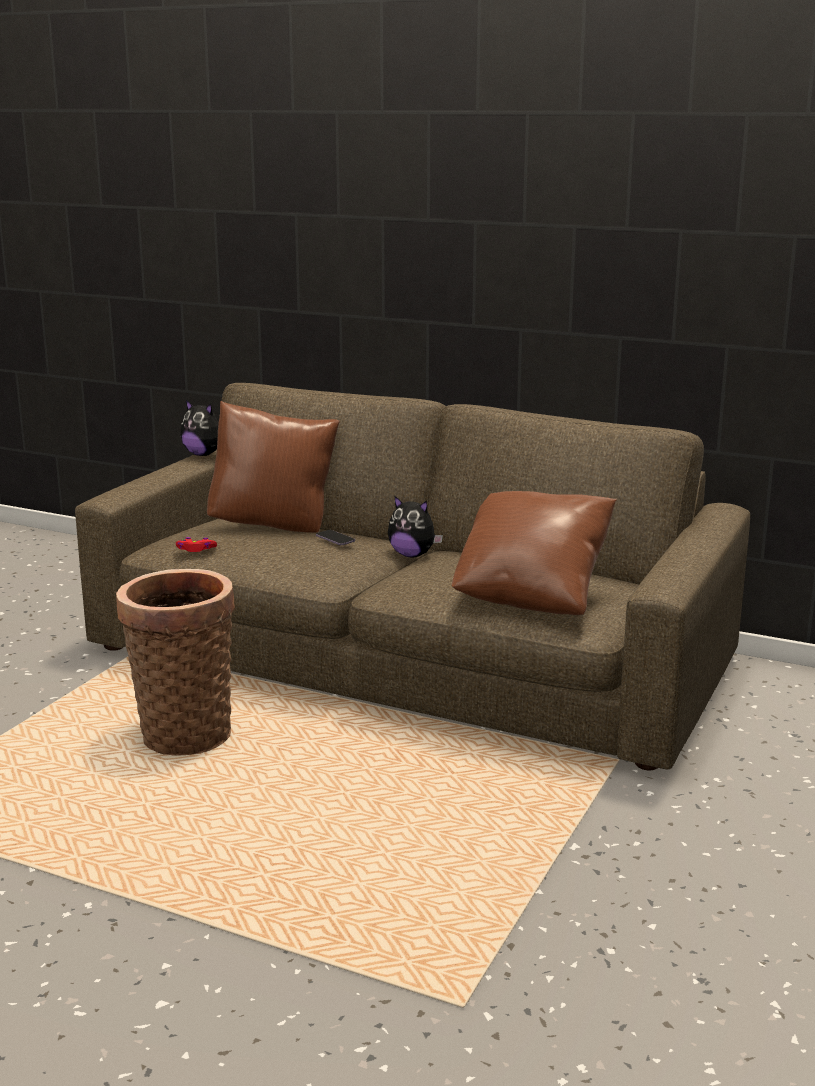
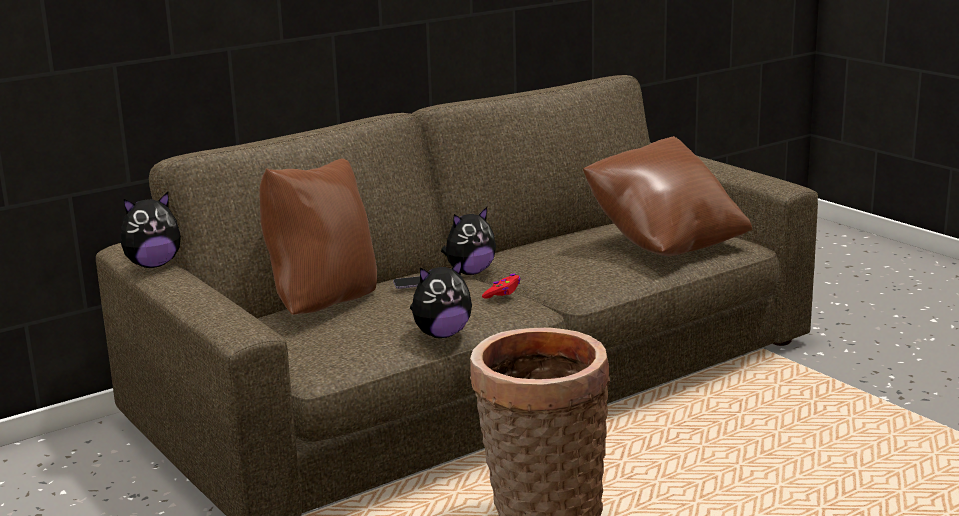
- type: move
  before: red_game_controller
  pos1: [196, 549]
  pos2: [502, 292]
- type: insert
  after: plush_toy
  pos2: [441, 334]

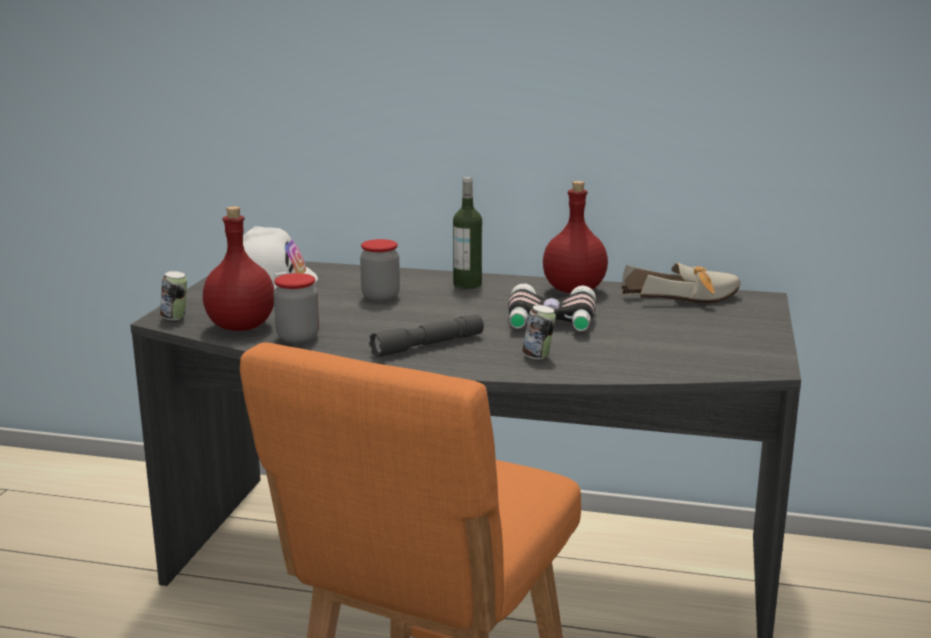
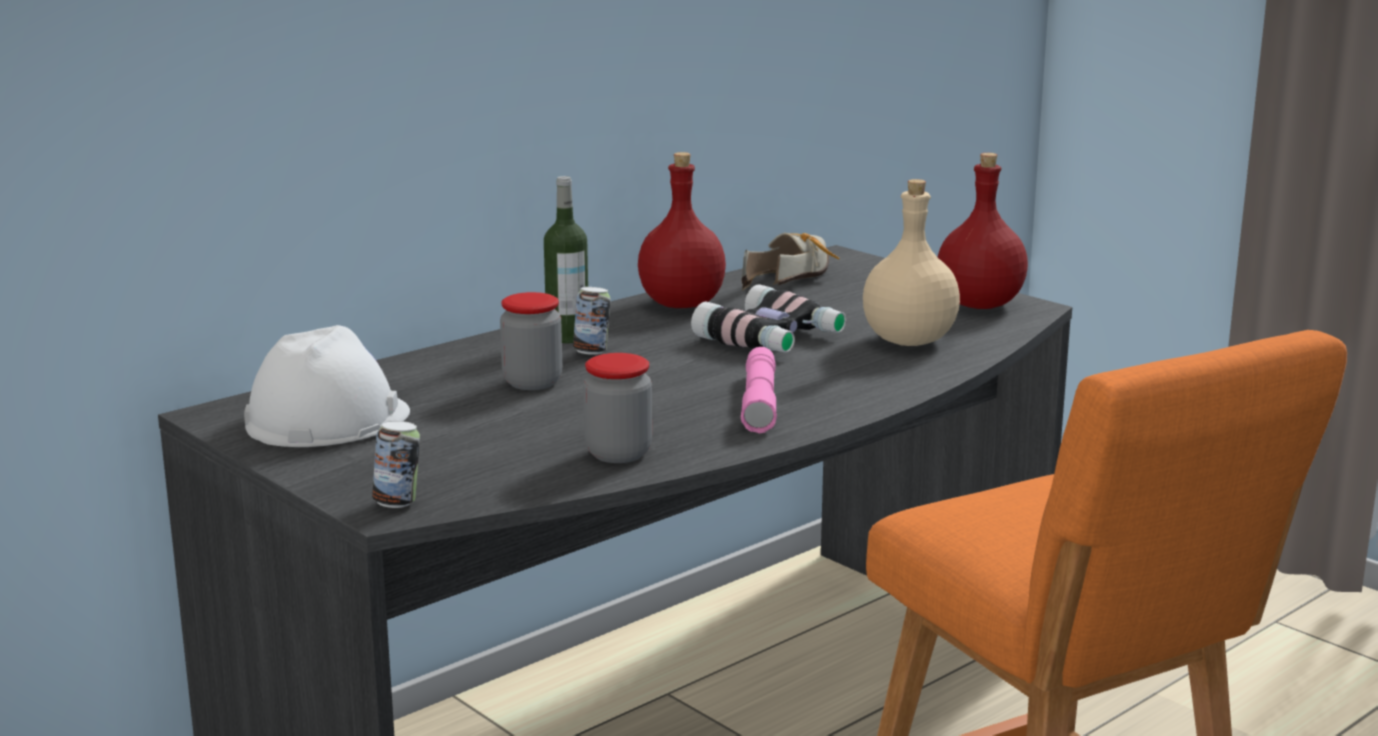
- type: move
  before: red_bottle
  pos1: [242, 327]
  pos2: [981, 304]
- type: move
  before: can
  pos1: [538, 357]
  pos2: [592, 352]
- type: recolor
  before: grey_flashlight
  after: pink_flashlight
  pos1: [428, 345]
  pos2: [759, 402]
- type: insert
  after: beige_bottle
  pos2: [909, 341]

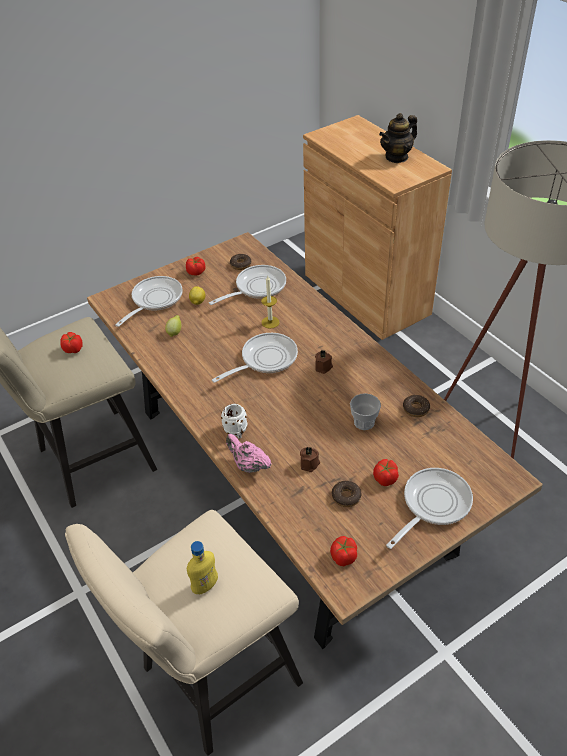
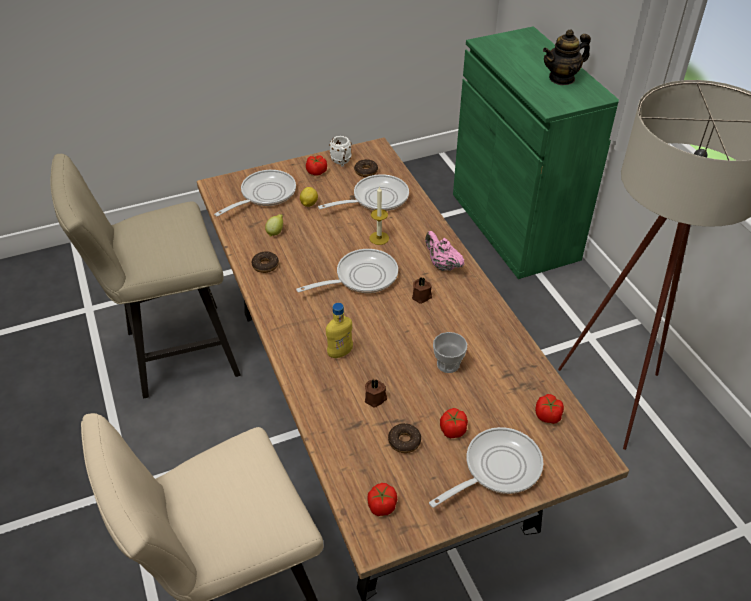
- type: recolor
  before: brown_cabinet
  after: green_cabinet
  pos1: [366, 294]
  pos2: [514, 226]
- type: move
  before: tomato
  pos1: [73, 349]
  pos2: [548, 416]
- type: move
  before: donut
  pos1: [416, 409]
  pos2: [265, 265]
- type: move
  before: white_mug
  pos1: [237, 432]
  pos2: [341, 162]
- type: move
  before: pink_teapot
  pos1: [249, 465]
  pos2: [442, 265]
- type: move
  before: yellow_bottle
  pos1: [205, 586]
  pos2: [340, 353]

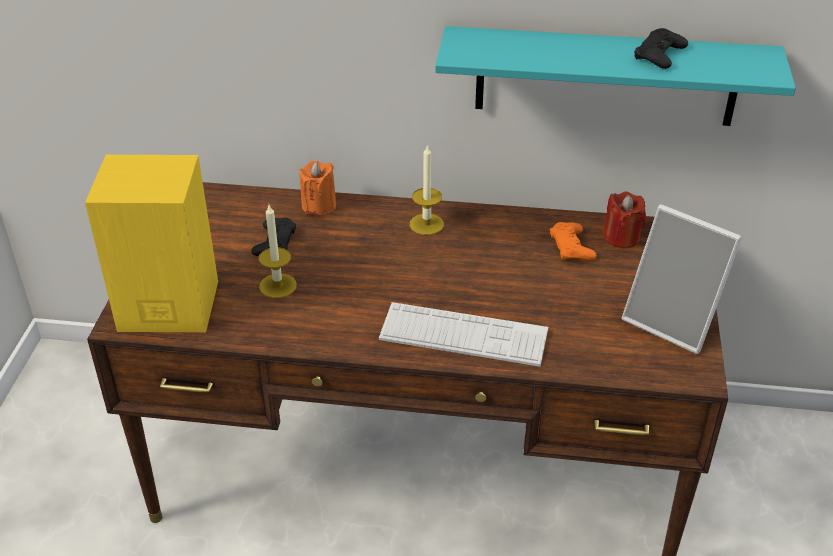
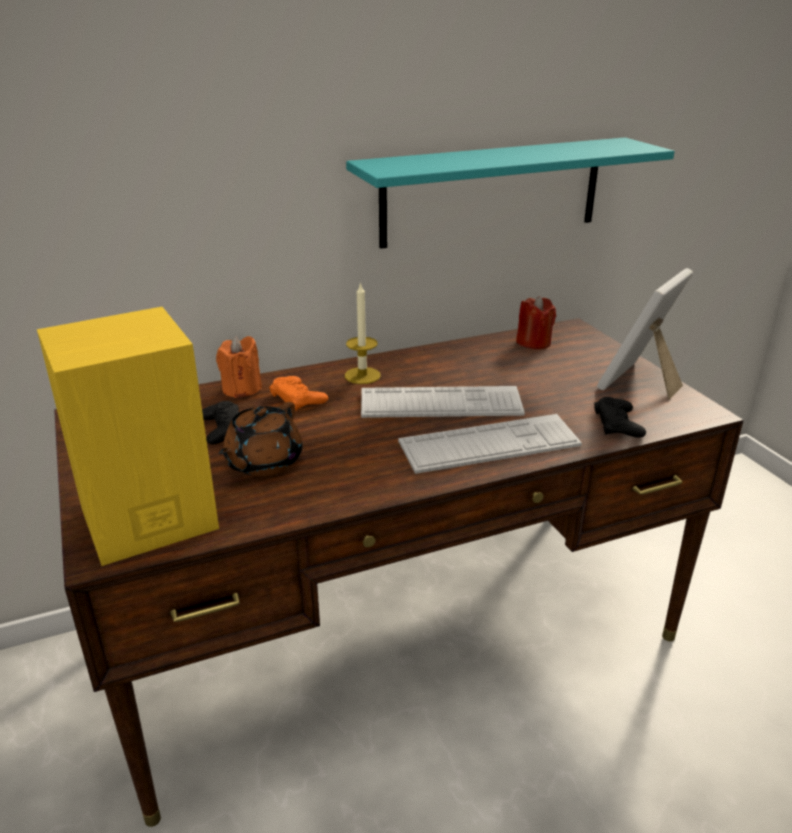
- type: move
  before: black_game_controller
  pos1: [660, 55]
  pos2: [618, 423]
- type: rotate
  before: picture_frame
  pos1: [673, 321]
  pos2: [640, 383]
  turn: 120
- type: replace
  before: candle
  after: brown_teapot
  pos1: [278, 286]
  pos2: [262, 462]
- type: move
  before: orange_game_controller
  pos1: [571, 247]
  pos2: [298, 398]
- type: insert
  after: keyboard
  pos2: [441, 404]

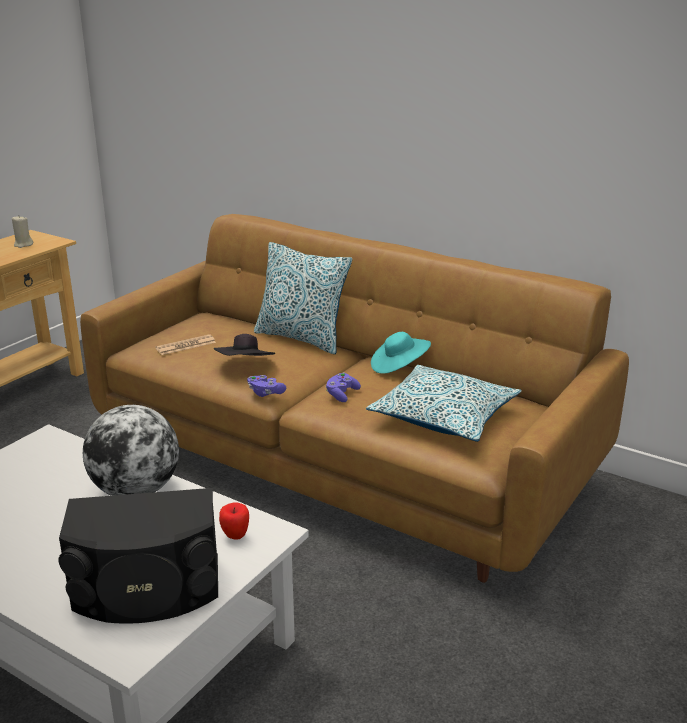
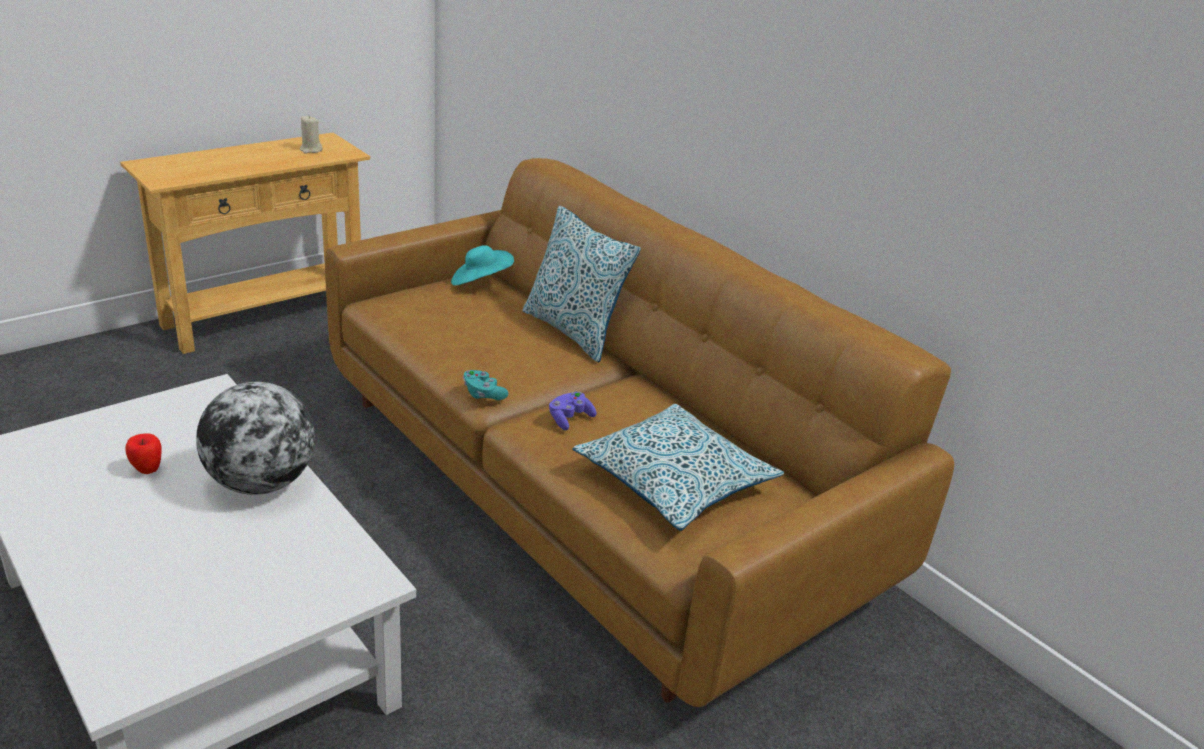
- type: move
  before: turquoise_hat
  pos1: [399, 366]
  pos2: [480, 283]
- type: delete
  before: newspaper
  pos1: [186, 345]
- type: delete
  before: black_hat
  pos1: [245, 367]
- type: recolor
  before: purple_game_controller
  after: turquoise_game_controller
  pos1: [265, 393]
  pos2: [483, 394]
- type: delete
  before: black_speaker
  pos1: [147, 590]
- type: move
  before: apple
  pos1: [235, 536]
  pos2: [147, 470]

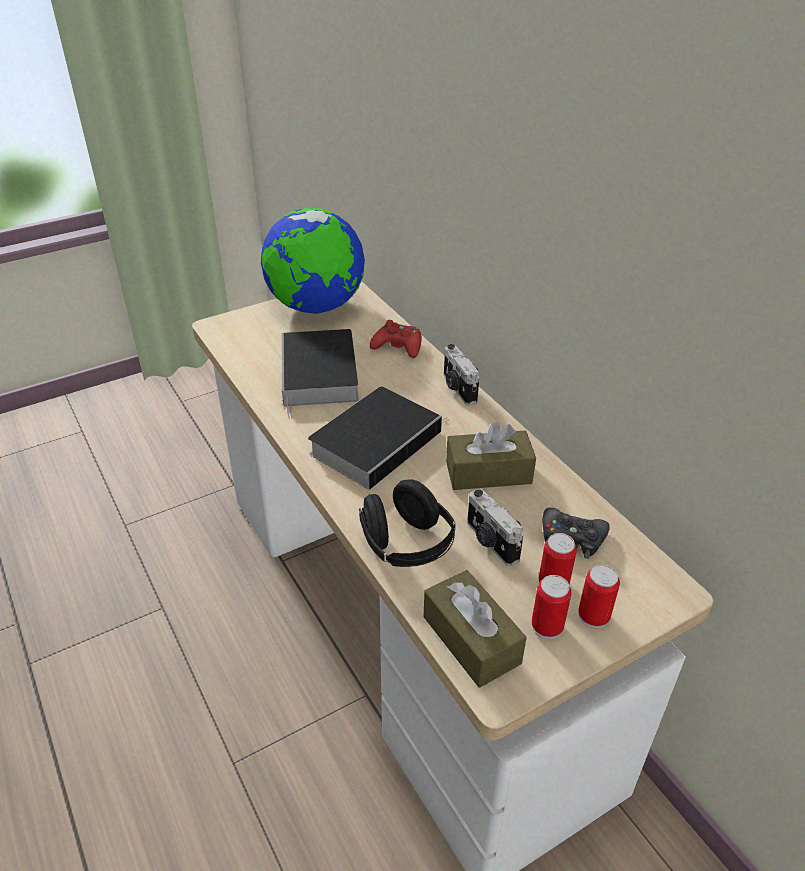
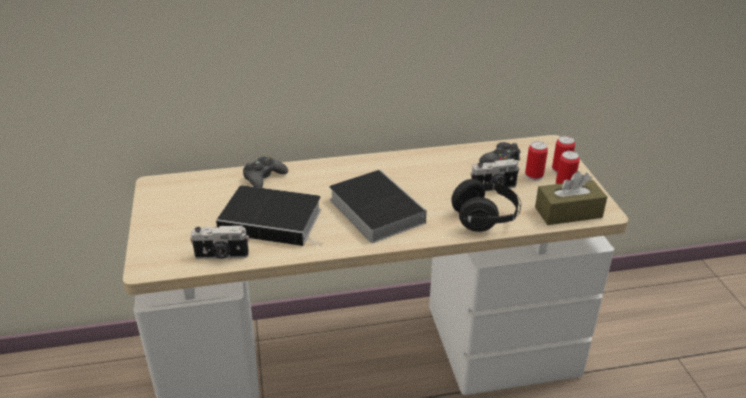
- type: delete
  before: globe
  pos1: [315, 307]
- type: recolor
  before: red_game_controller
  after: black_game_controller
  pos1: [398, 346]
  pos2: [264, 177]
- type: move
  before: photo_camera
  pos1: [458, 388]
  pos2: [222, 256]
- type: delete
  before: brown_tissue_box
  pos1: [488, 473]

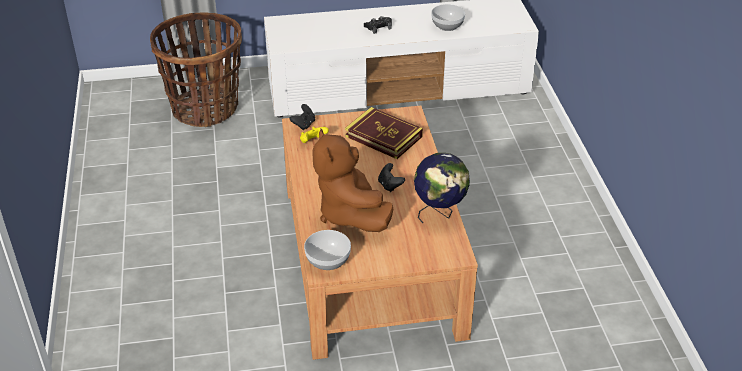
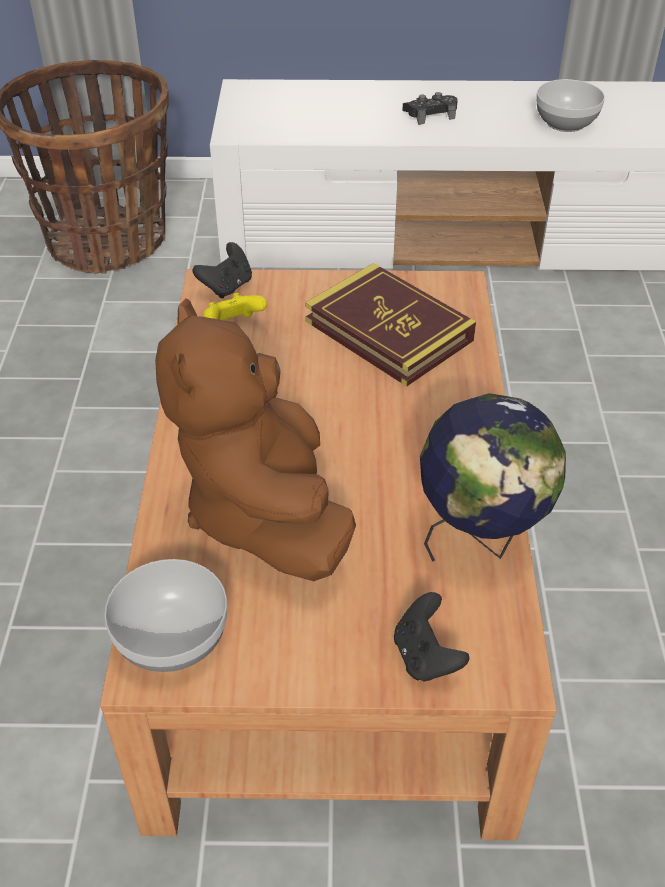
- type: move
  before: black_game_controller
  pos1: [390, 185]
  pos2: [425, 656]

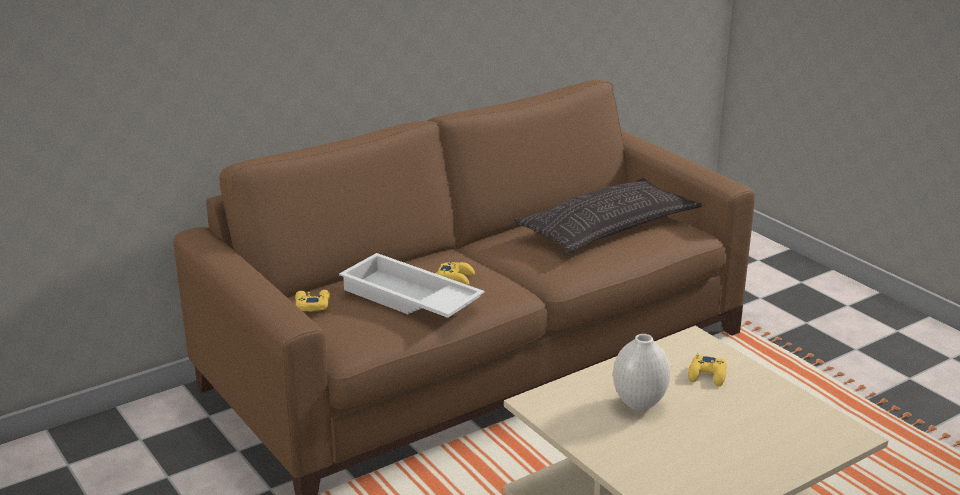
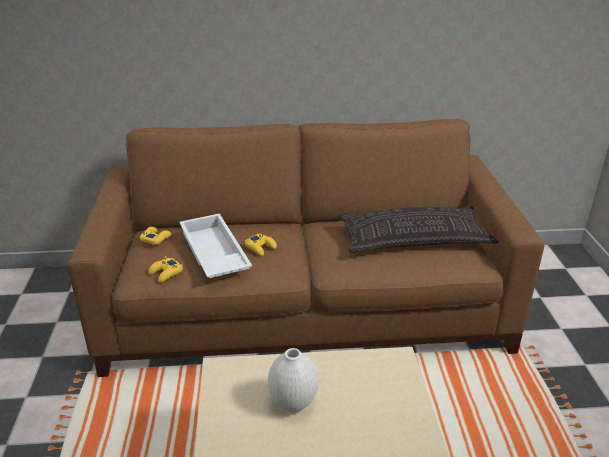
- type: move
  before: yellow_game_controller
  pos1: [707, 375]
  pos2: [166, 273]

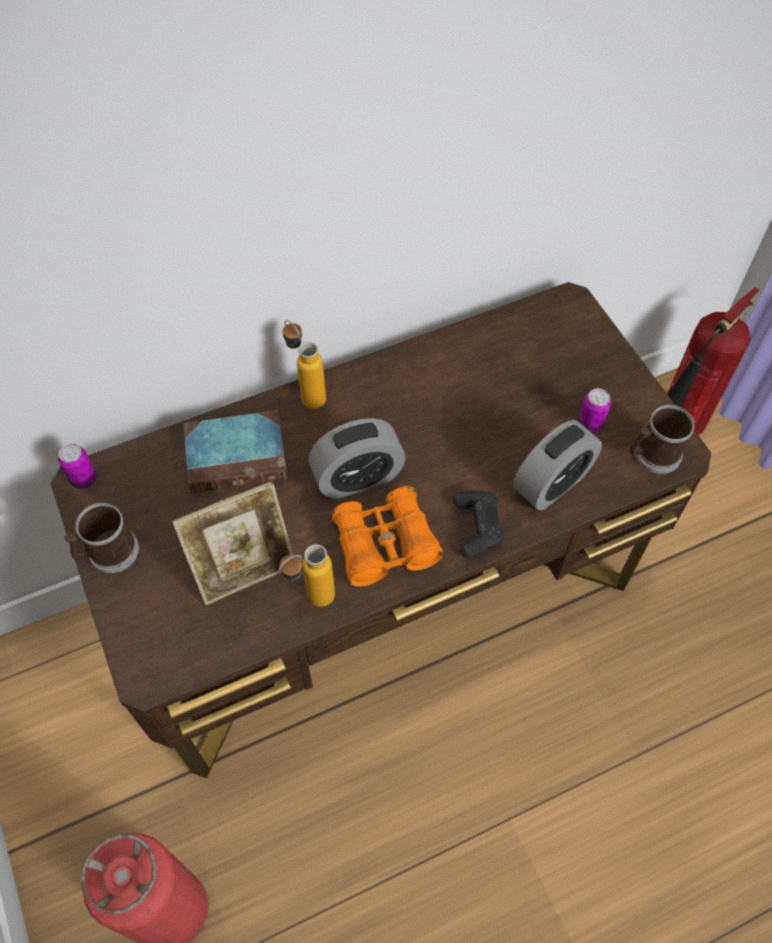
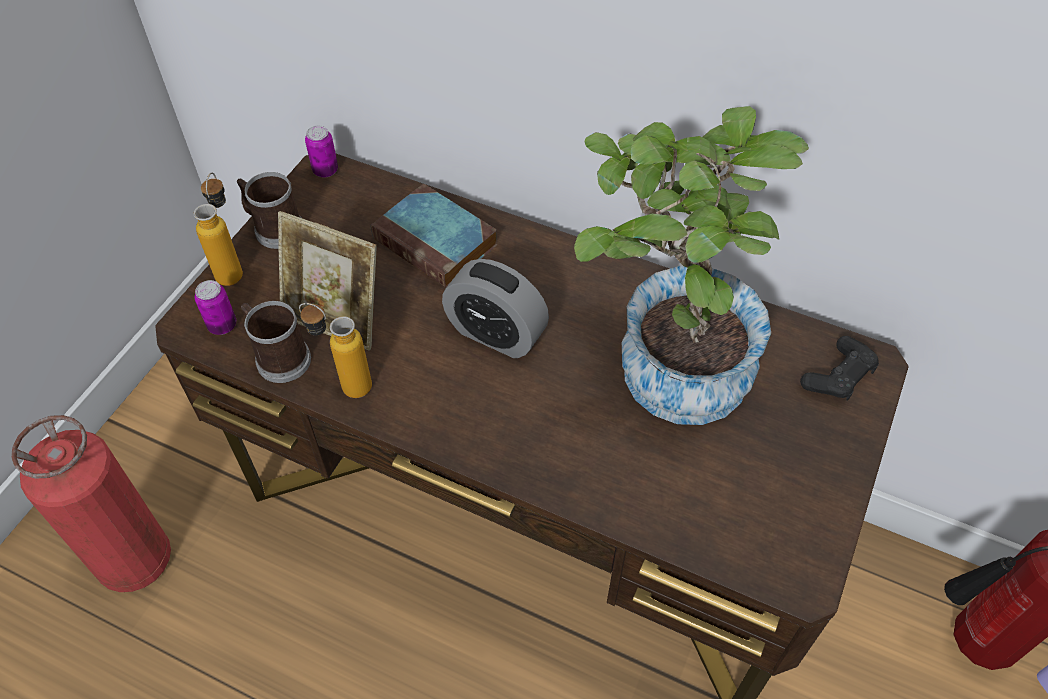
- type: move
  before: bottle
  pos1: [307, 394]
  pos2: [233, 267]
- type: move
  before: can
  pos1: [589, 425]
  pos2: [222, 325]
- type: move
  before: mug
  pos1: [652, 455]
  pos2: [279, 357]
- type: delete
  before: alarm_clock
  pos1: [552, 483]
- type: delete
  before: orange_binoculars
  pos1: [385, 545]
- type: move
  before: black_game_controller
  pos1: [477, 527]
  pos2: [838, 376]
- type: insert
  after: potted_plant
  pos2: [665, 364]

